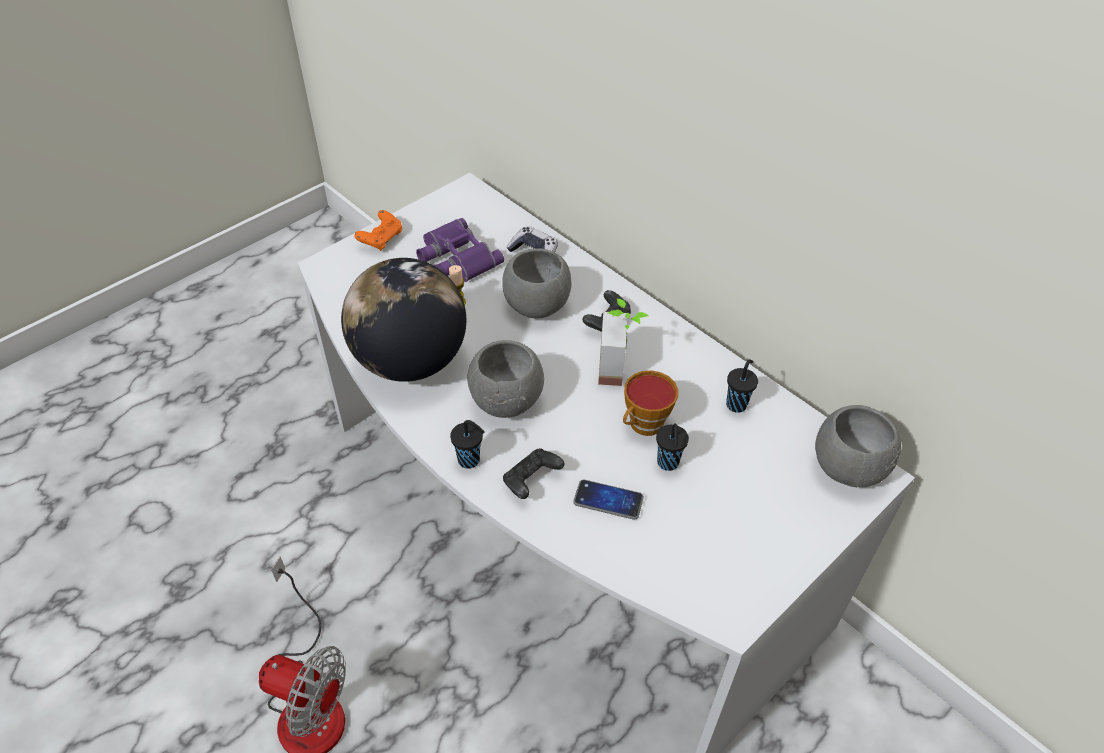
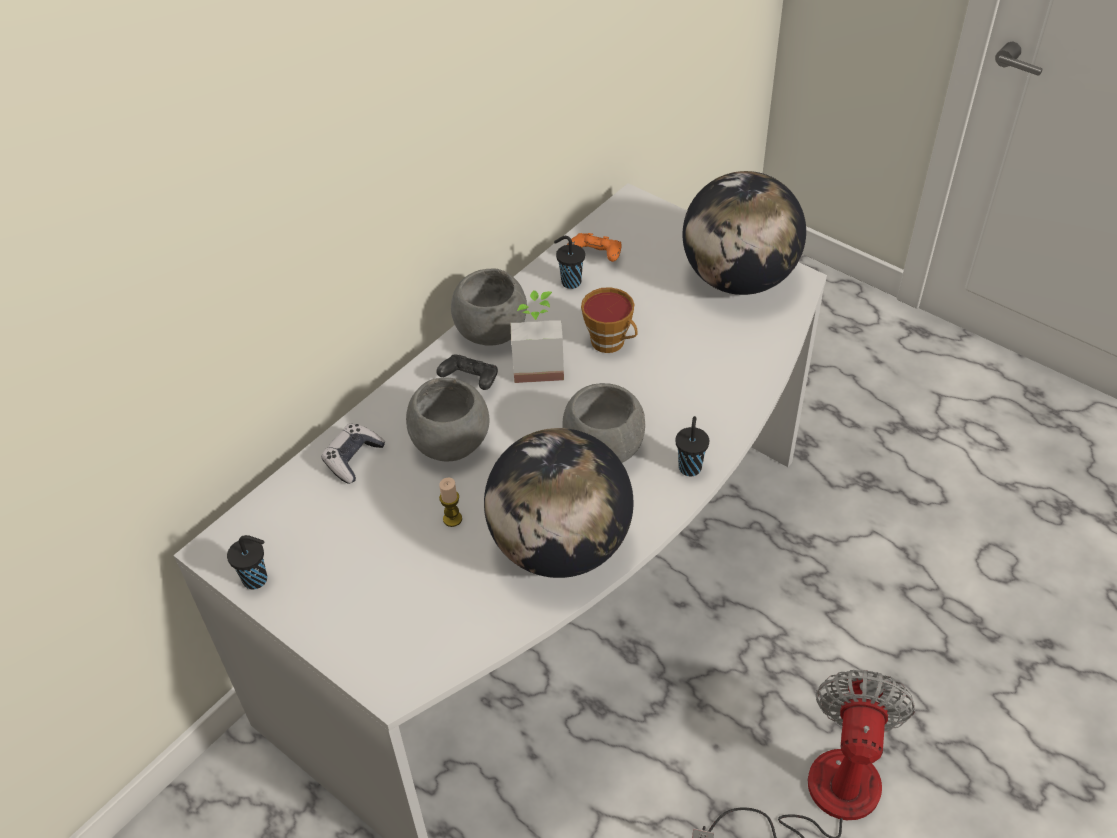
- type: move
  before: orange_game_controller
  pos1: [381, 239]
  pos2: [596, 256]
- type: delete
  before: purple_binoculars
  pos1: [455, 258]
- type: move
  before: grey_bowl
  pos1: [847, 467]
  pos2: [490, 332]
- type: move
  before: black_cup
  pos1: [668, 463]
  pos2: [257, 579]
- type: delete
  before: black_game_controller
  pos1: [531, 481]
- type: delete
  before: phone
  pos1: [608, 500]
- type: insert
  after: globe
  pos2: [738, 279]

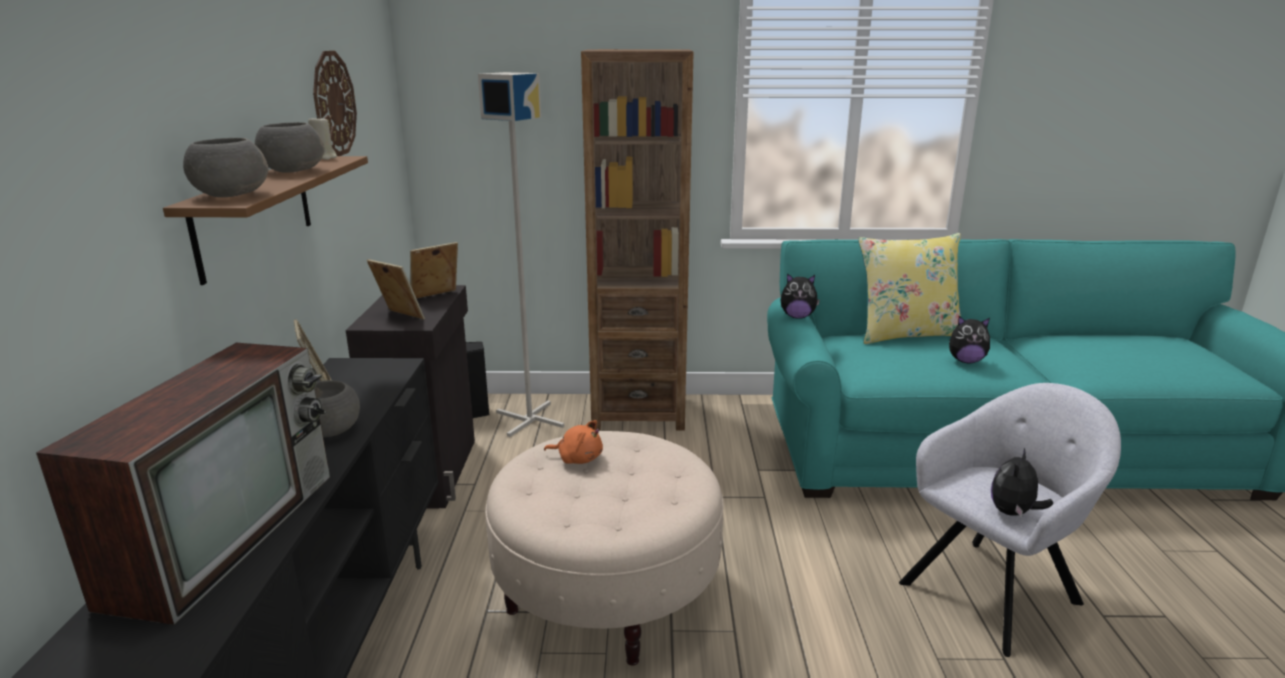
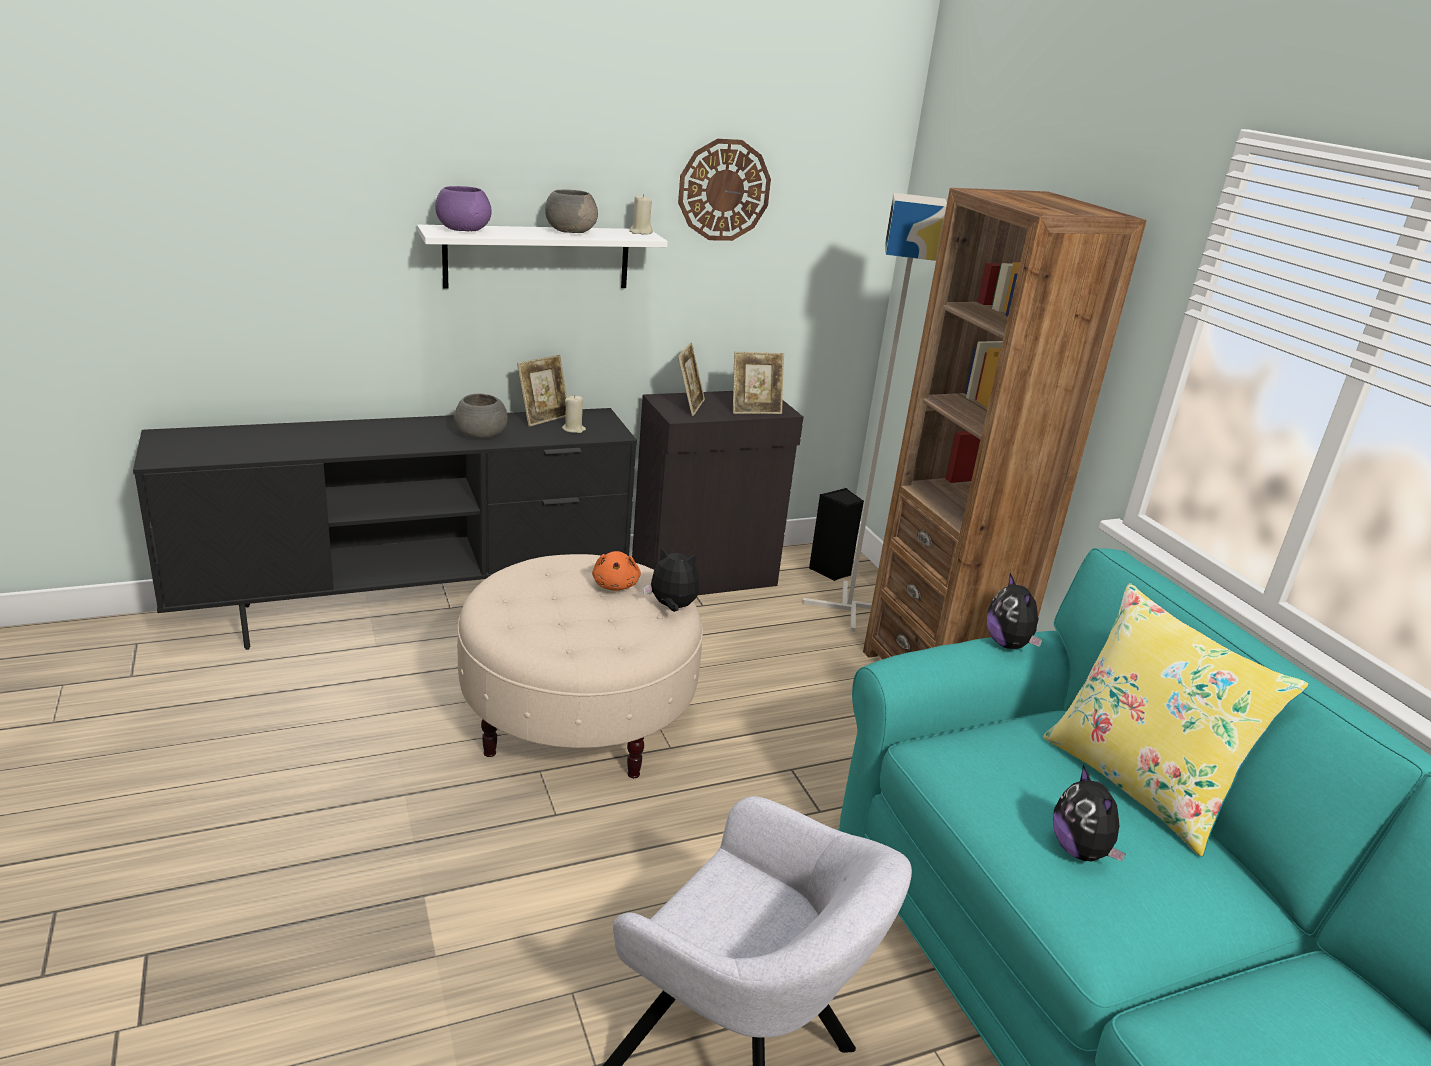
- type: recolor
  before: grey_bowl
  after: purple_bowl
  pos1: [230, 195]
  pos2: [463, 230]
- type: recolor
  before: brown_shelf
  after: white_shelf
  pos1: [255, 214]
  pos2: [537, 257]
- type: rotate
  before: picture_frame
  pos1: [436, 297]
  pos2: [755, 410]
  turn: 135
- type: delete
  before: television
  pos1: [227, 532]
- type: move
  before: plush_toy
  pos1: [1013, 513]
  pos2: [672, 607]
- type: insert
  after: beige_candle
  pos2: [573, 429]

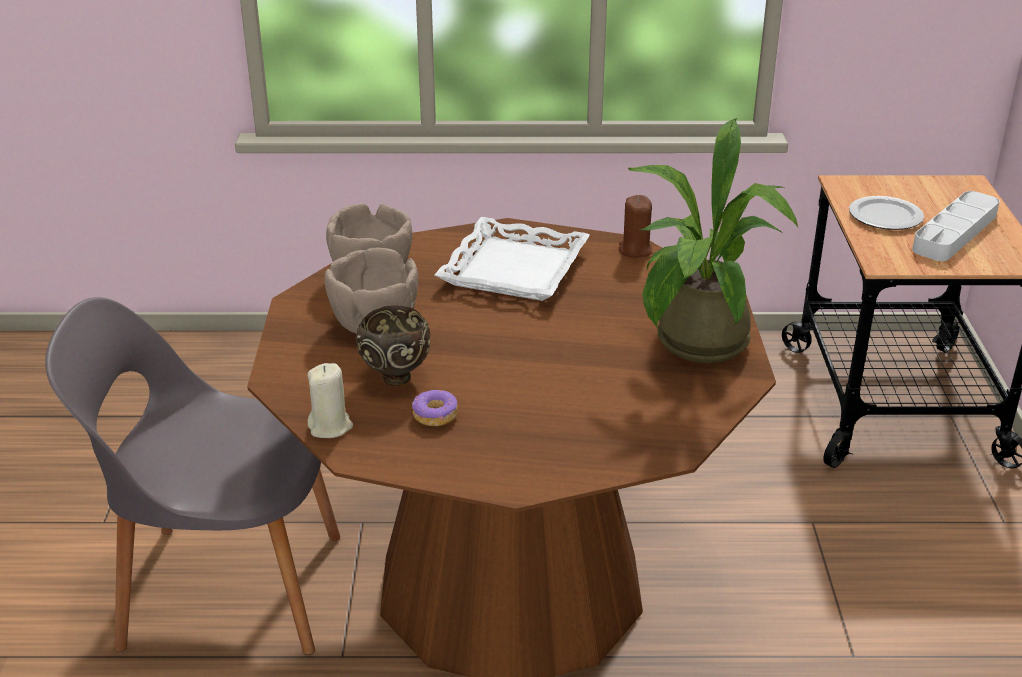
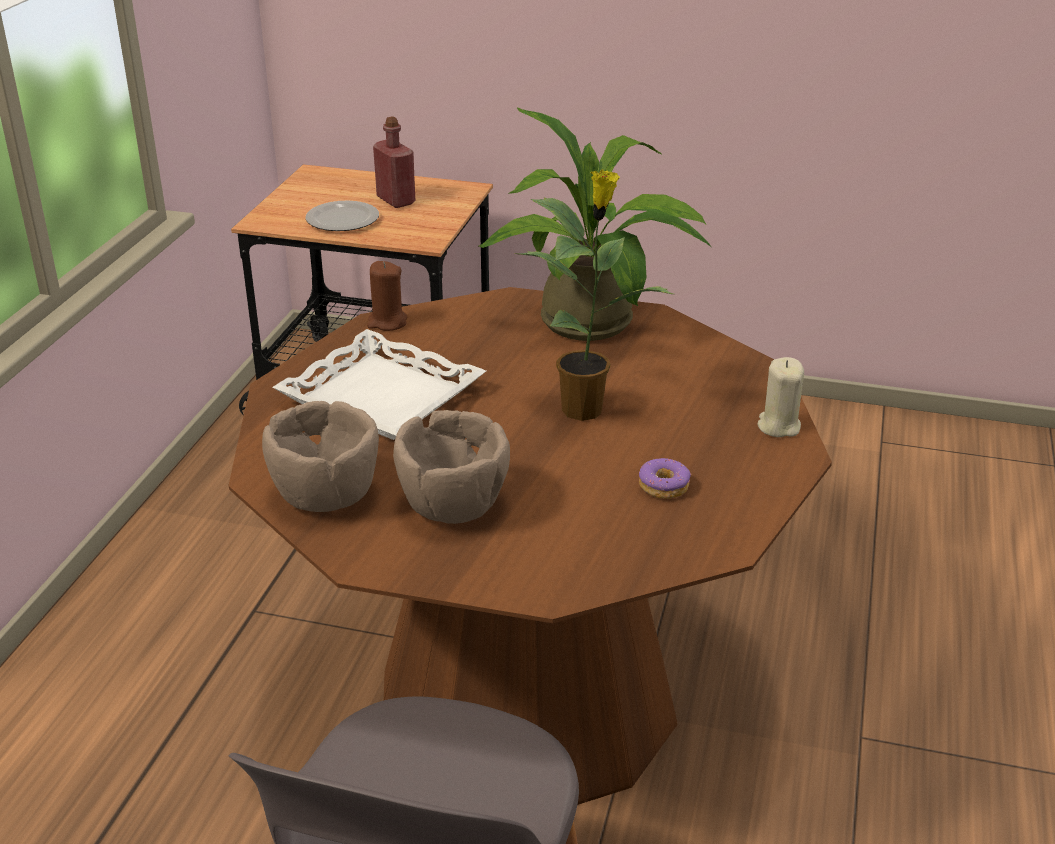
- type: replace
  before: grey_tray
  after: red_bottle
  pos1: [955, 232]
  pos2: [396, 200]
- type: delete
  before: brown_bowl
  pos1: [395, 377]
- type: move
  before: beige_candle
  pos1: [330, 426]
  pos2: [778, 426]
- type: insert
  after: potted_plant
  pos2: [585, 409]

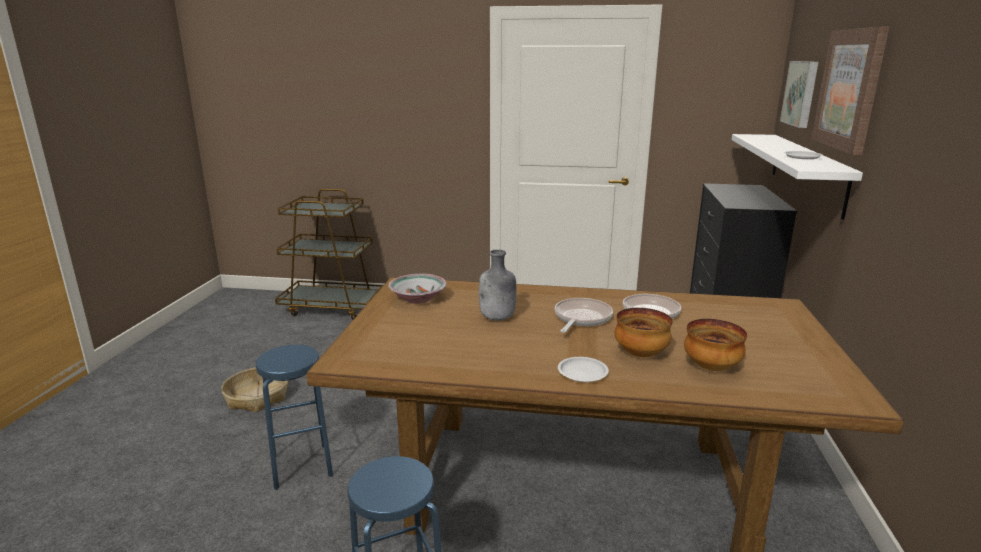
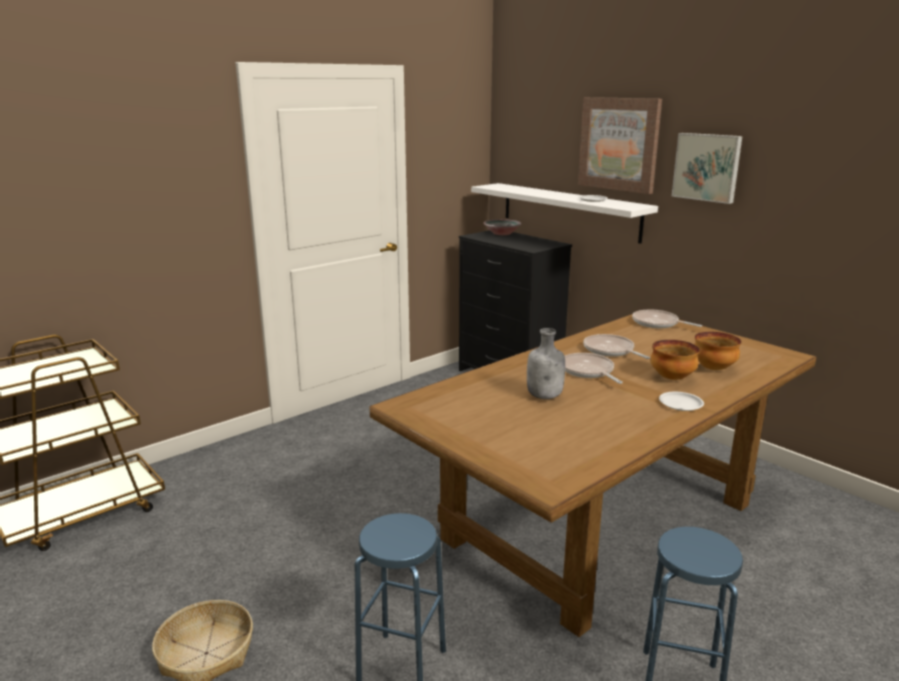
- type: move
  before: picture
  pos1: [802, 93]
  pos2: [707, 167]
- type: move
  before: bowl
  pos1: [417, 298]
  pos2: [501, 233]
- type: insert
  after: frying_pan
  pos2: [657, 323]

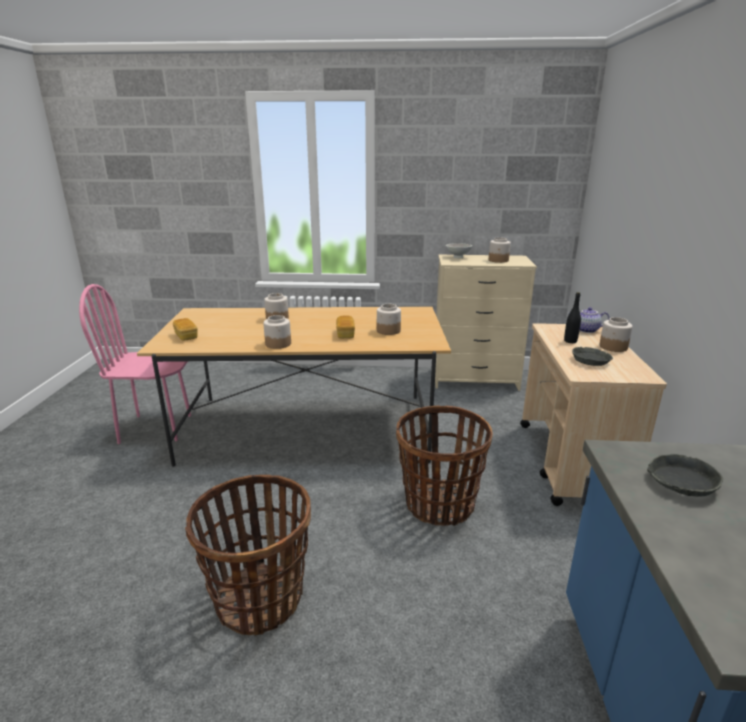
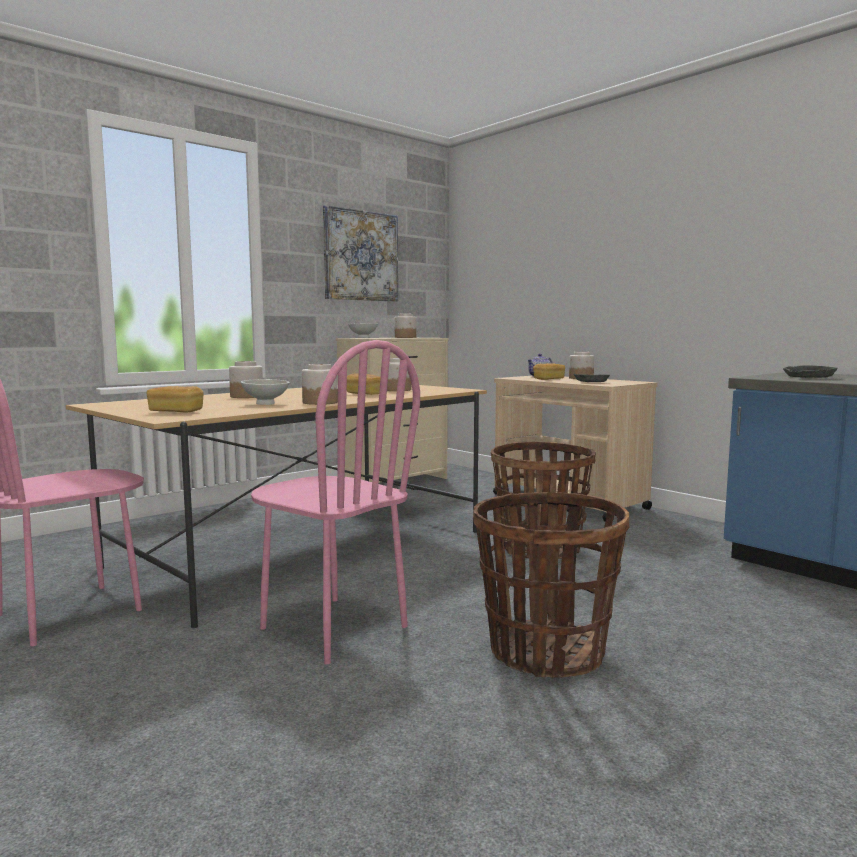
- type: replace
  before: black_bottle
  after: bread
  pos1: [570, 341]
  pos2: [549, 379]
- type: insert
  after: picture
  pos2: [360, 256]
- type: insert
  after: pink_chair
  pos2: [333, 628]
- type: insert
  after: white_bowl
  pos2: [267, 403]

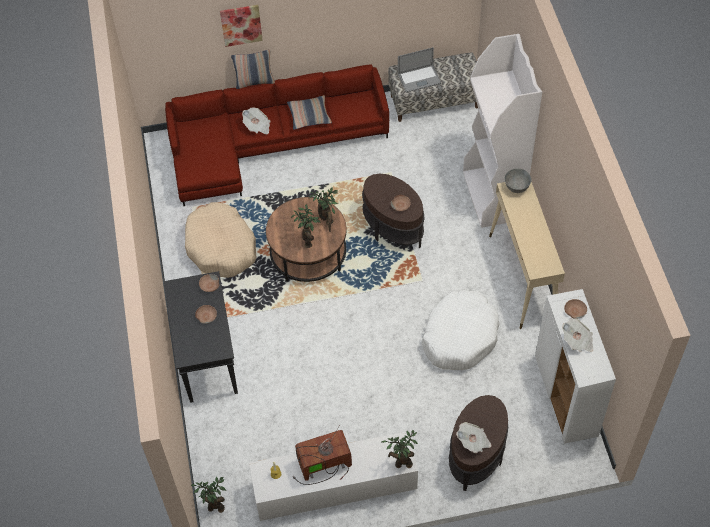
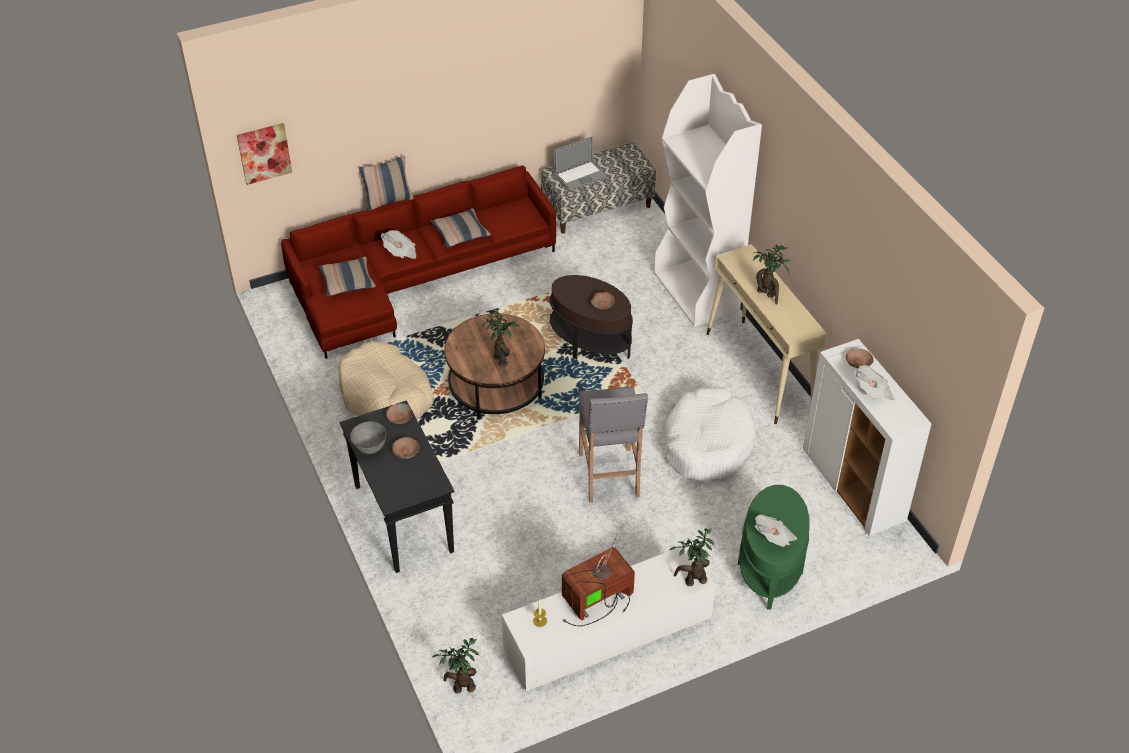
- type: move
  before: picture
  pos1: [241, 25]
  pos2: [264, 153]
- type: move
  before: grey_bowl
  pos1: [516, 188]
  pos2: [370, 448]
- type: move
  before: potted_plant
  pos1: [327, 221]
  pos2: [767, 294]
- type: recolor
  before: brown_side_table
  after: green_side_table
  pos1: [476, 455]
  pos2: [770, 567]
- type: insert
  after: pillow
  pos2: [347, 282]
- type: insert
  after: grey_stool
  pos2: [609, 476]

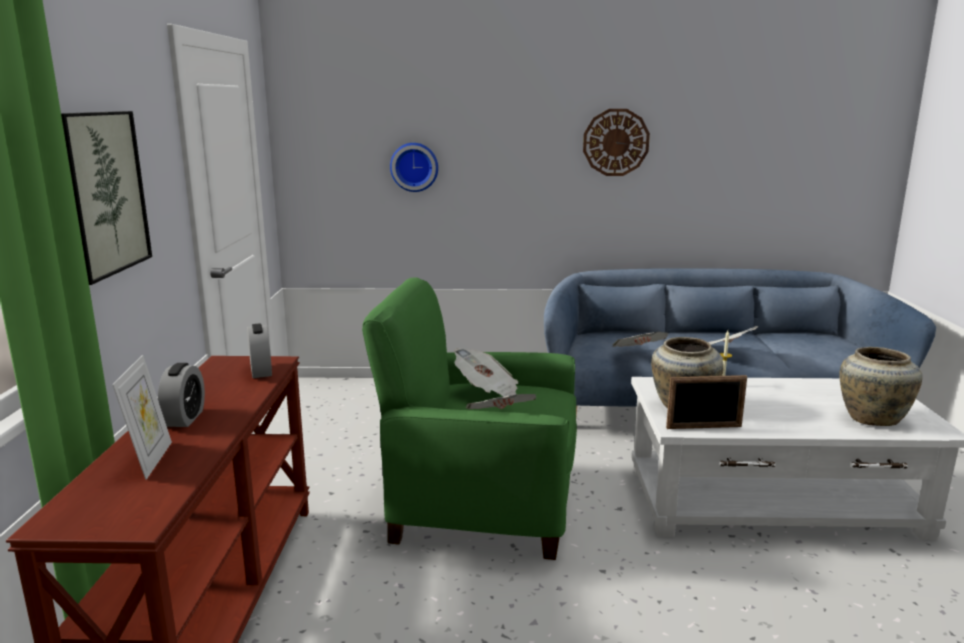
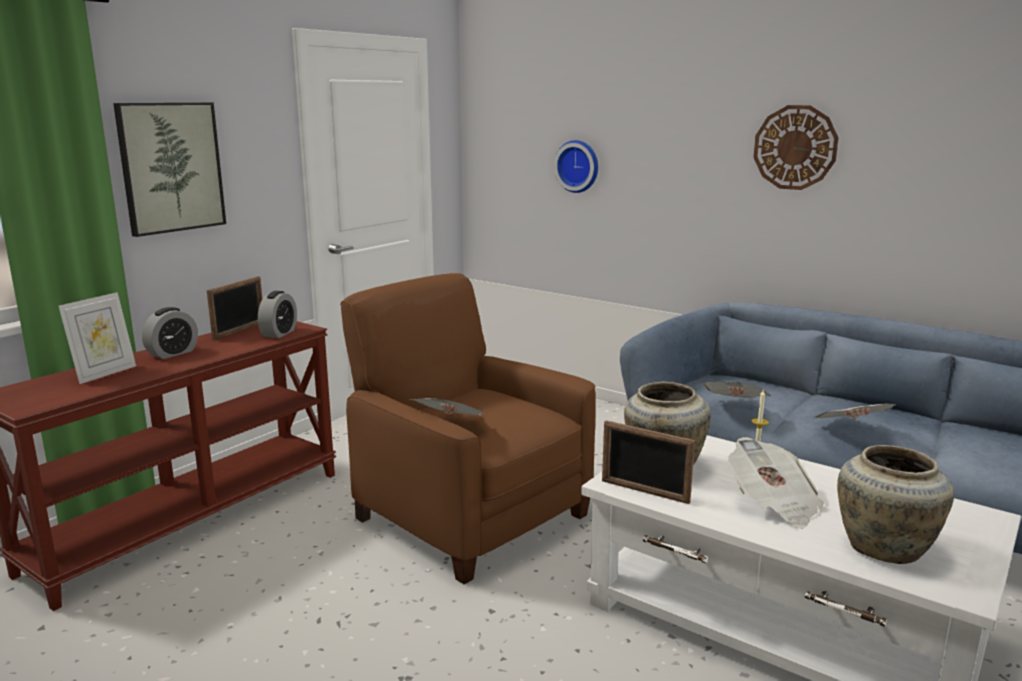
- type: recolor
  before: green_armchair
  after: brown_armchair
  pos1: [481, 504]
  pos2: [469, 515]
- type: move
  before: newspaper
  pos1: [487, 391]
  pos2: [773, 505]
- type: insert
  after: picture_frame
  pos2: [239, 331]

